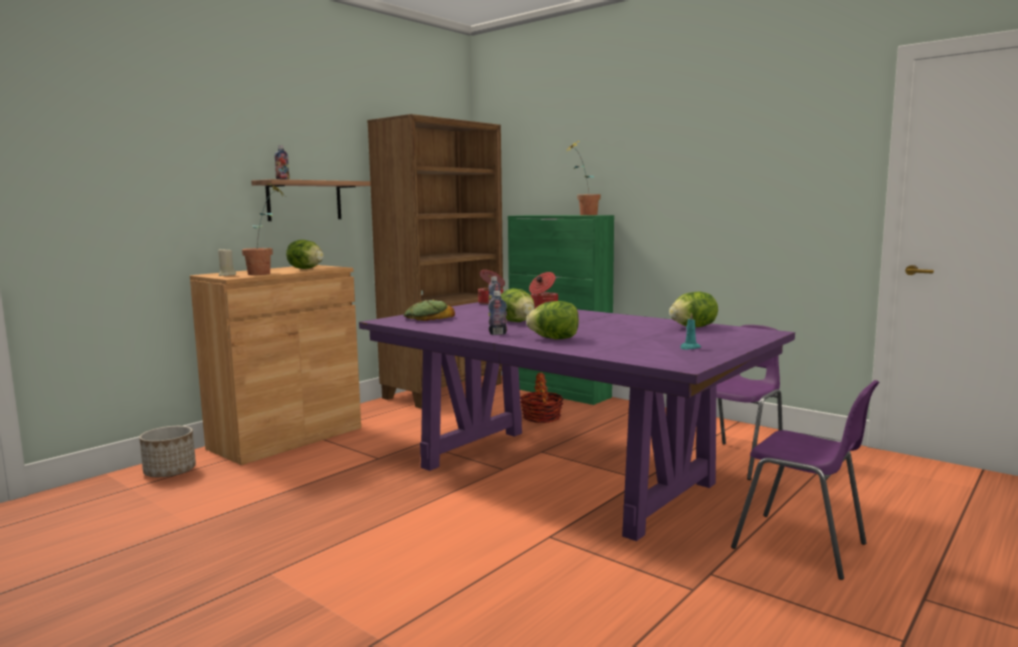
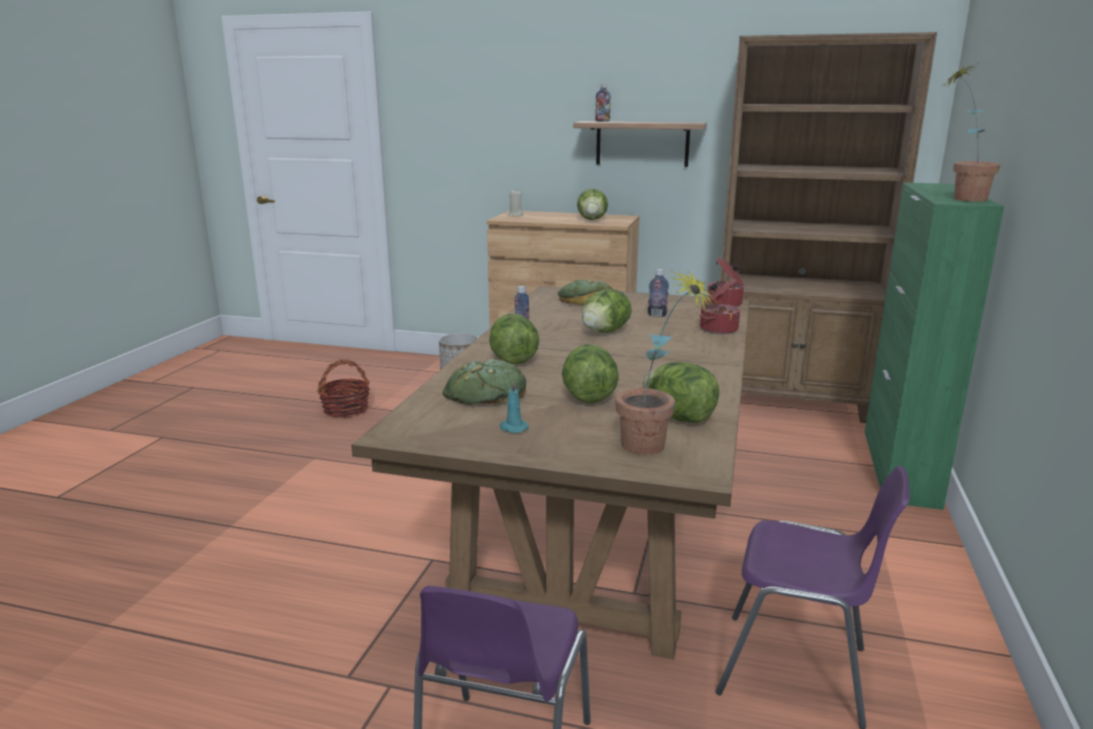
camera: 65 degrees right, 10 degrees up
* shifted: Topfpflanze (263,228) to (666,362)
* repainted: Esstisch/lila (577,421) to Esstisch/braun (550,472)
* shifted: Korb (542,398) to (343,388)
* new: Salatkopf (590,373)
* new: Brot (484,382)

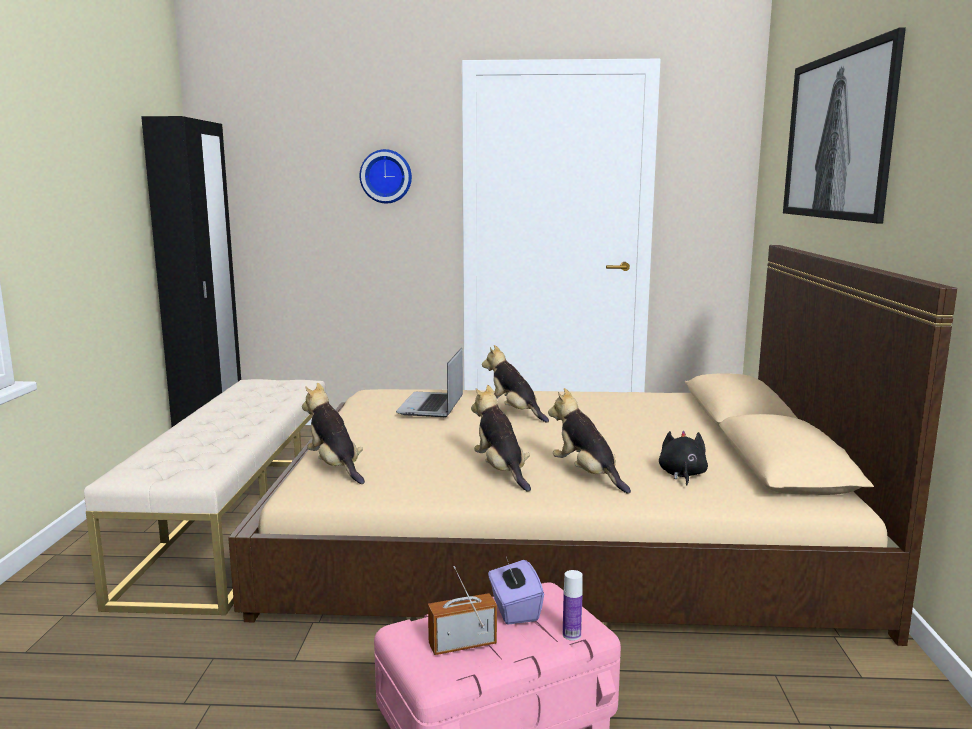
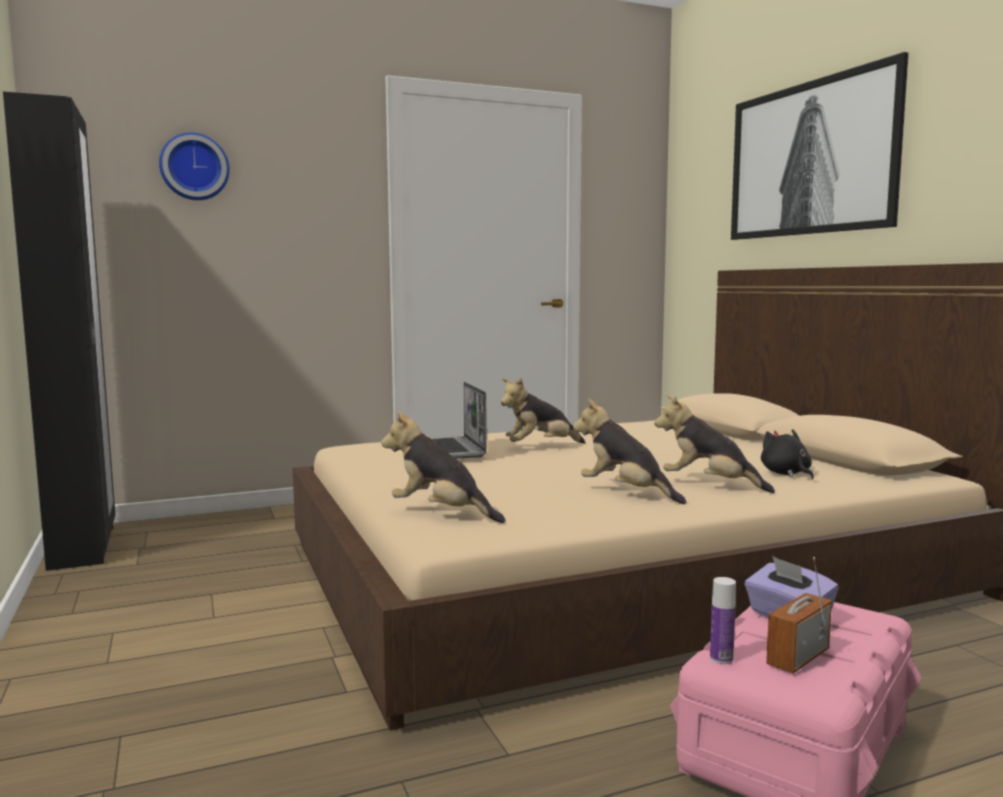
camera: 25 degrees left, 5 degrees down
* shifted: Wanduhr (386,176) to (194,166)
* rotated: Plüschtier (515,384) = (543,410) 45 degrees counterclockwise
* gone: Bank/beige (205,497)
* shifted: Flasche (573,605) to (723,620)

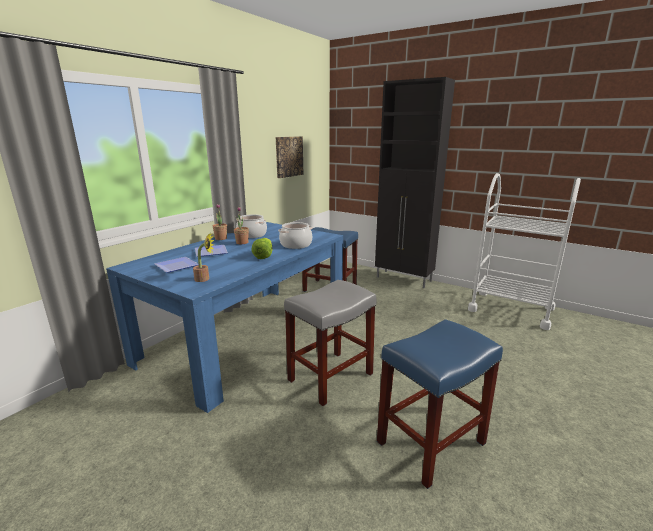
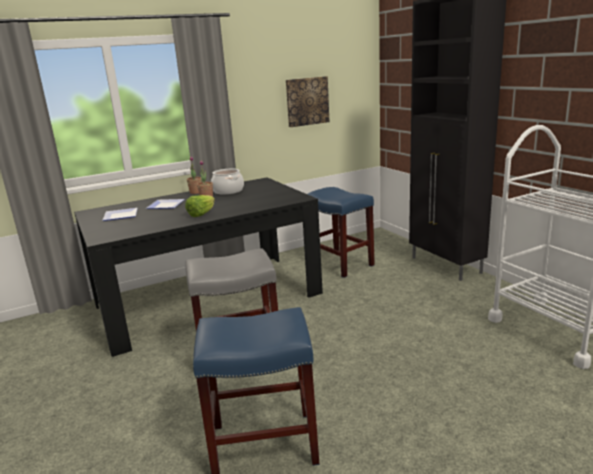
camera: 30 degrees right, 0 degrees up
* repainted: Esstisch/blau (224,317) to Esstisch/schwarz (198,267)
* gone: Kochtopf (295,235)
* gone: Topfpflanze (203,257)

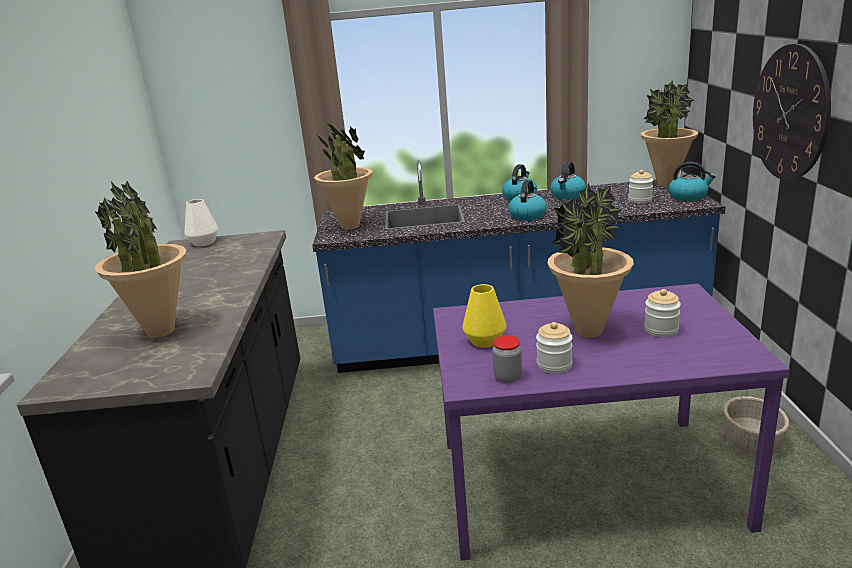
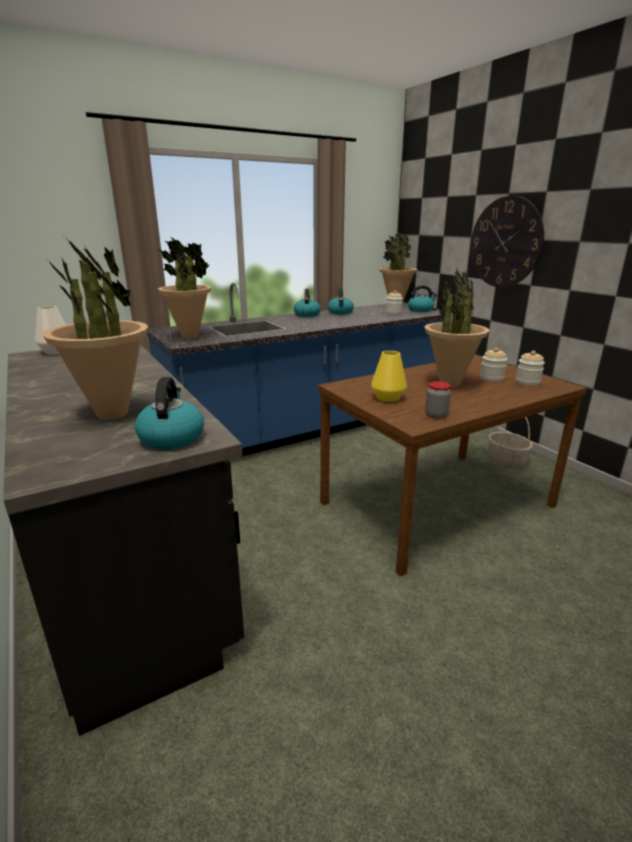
camera: 30 degrees left, 0 degrees up
* shifted: Wasserkessel (527,200) to (169,413)
* repainted: Esstisch/lila (611,422) to Esstisch/braun (452,466)
* shifted: Vorratsglas (554,348) to (530,368)

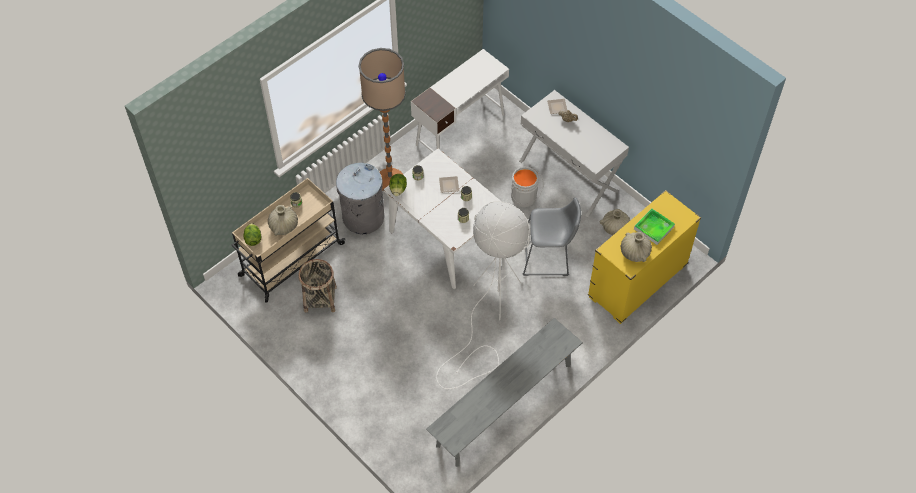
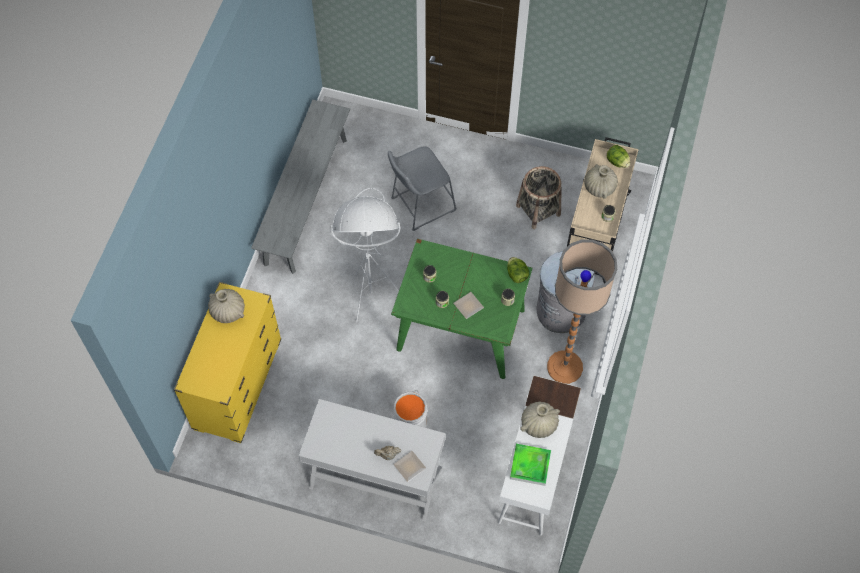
camera: 150 degrees right, 5 degrees up
* repainted: Esstisch/weiß (442,219) to Esstisch/grün (461,309)
* shifted: Hocker/grau (551,237) to (422,188)
* shifted: Tablett (654,226) to (530,465)
* shifted: Vase/beige (615,222) to (540,419)

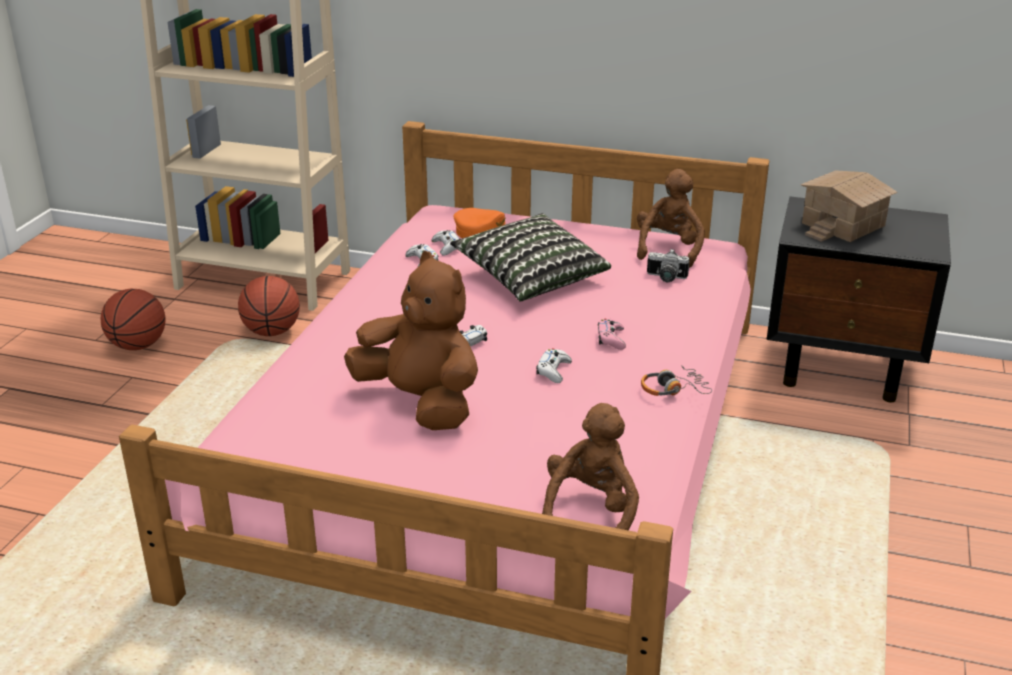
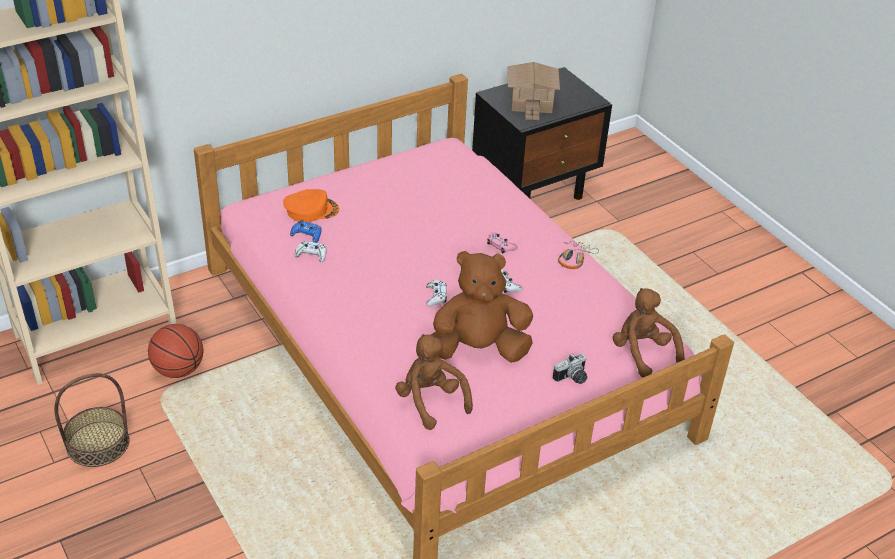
camera: 50 degrees left, 10 degrees up
* shifted: Plüschtier/braun (671,218) to (434,382)
* gone: Kissen (530,257)
* repainted: Gamepad/weiß (445,243) to Gamepad/blau (306,232)
* shifted: Kamera (668,265) to (570,368)
* swapped: Basketball (133,319) to Korb (92,420)

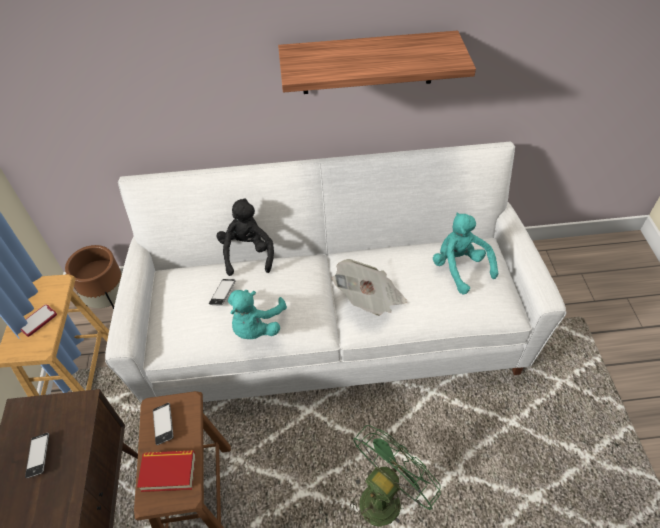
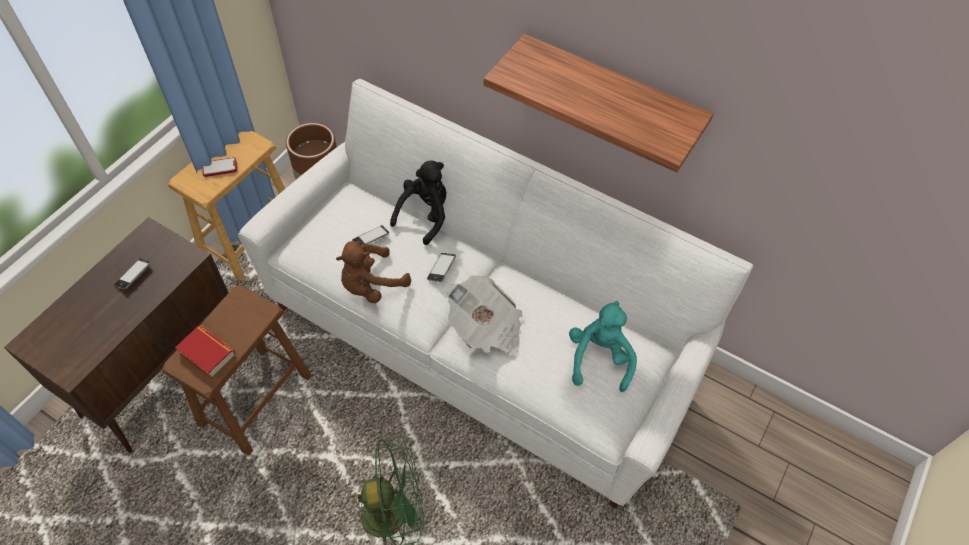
camera: 35 degrees right, 5 degrees up
* repainted: Plüschtier/türkis (257,314) to Plüschtier/braun (373,272)
* shifted: Handy (163,424) to (441,267)

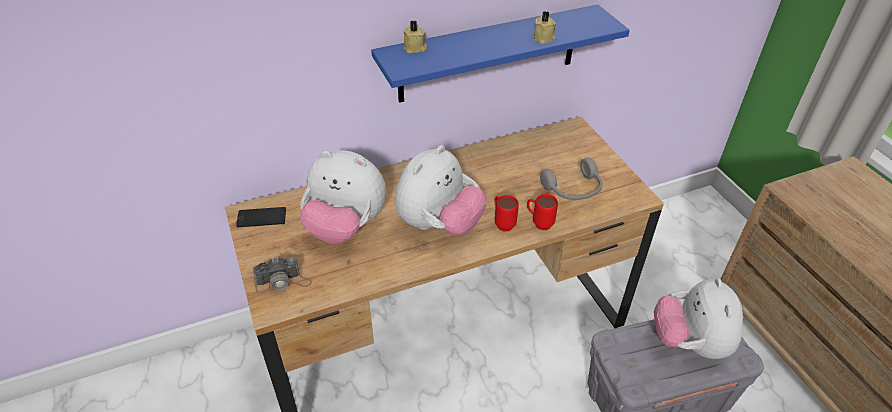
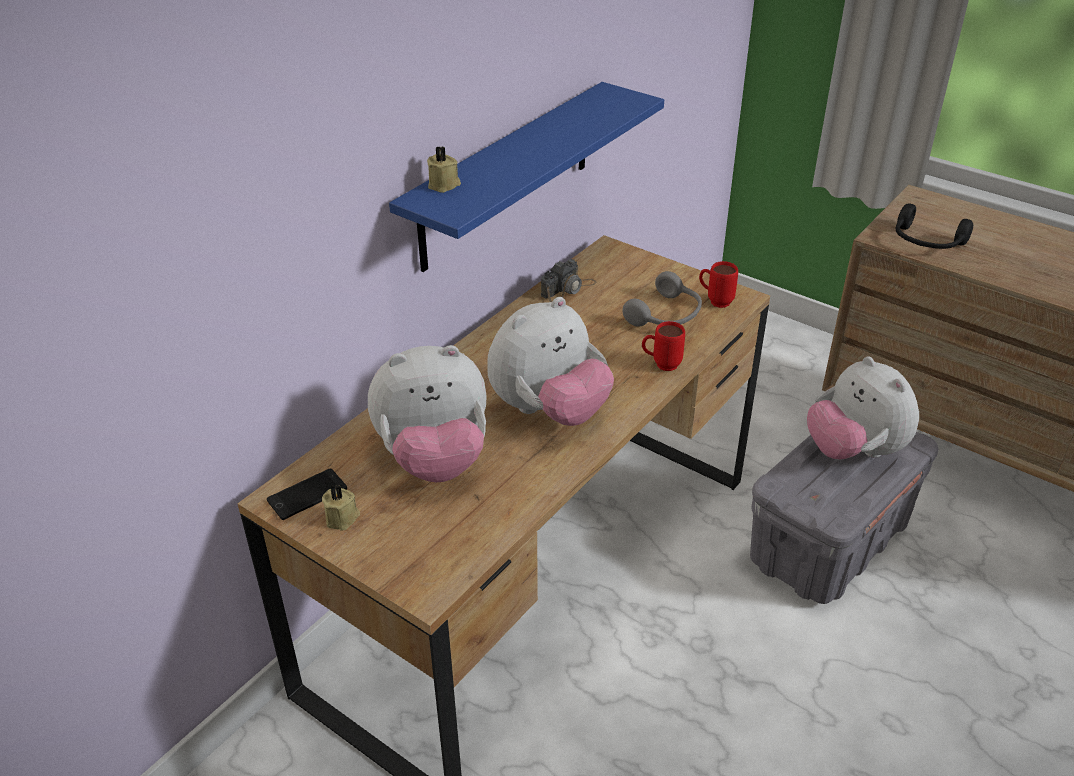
camera: 30 degrees left, 5 degrees down
* shifted: Kerze/beige (544,27) to (341,507)
* rotated: Plüschtier (441,190) = (550,361) 45 degrees clockwise
* shifted: Henkelbecher/rot (506,213) to (718,284)
* shifted: Kamera (282,275) to (568,280)
* new: Kopfhörer/schwarz (934,226)

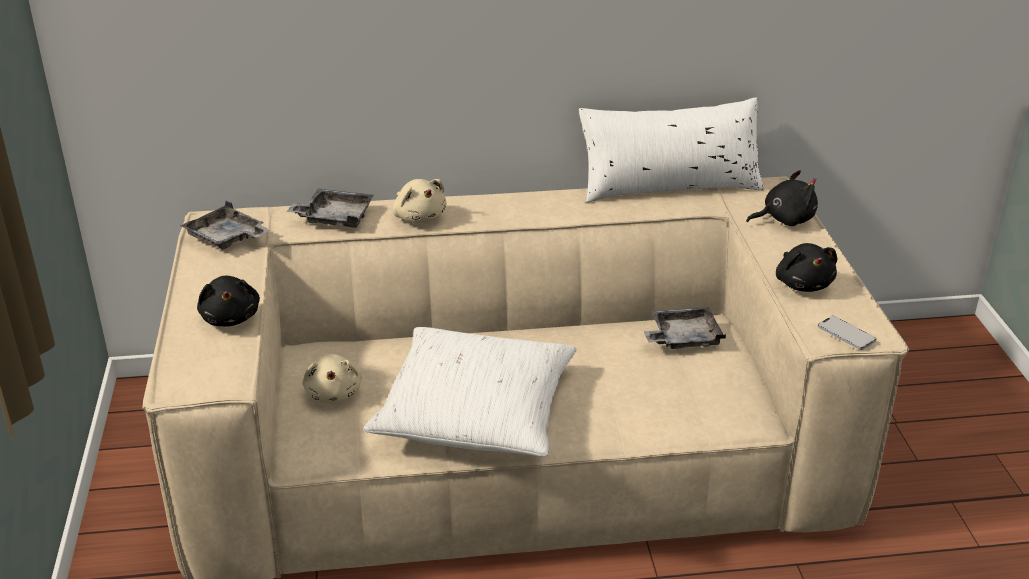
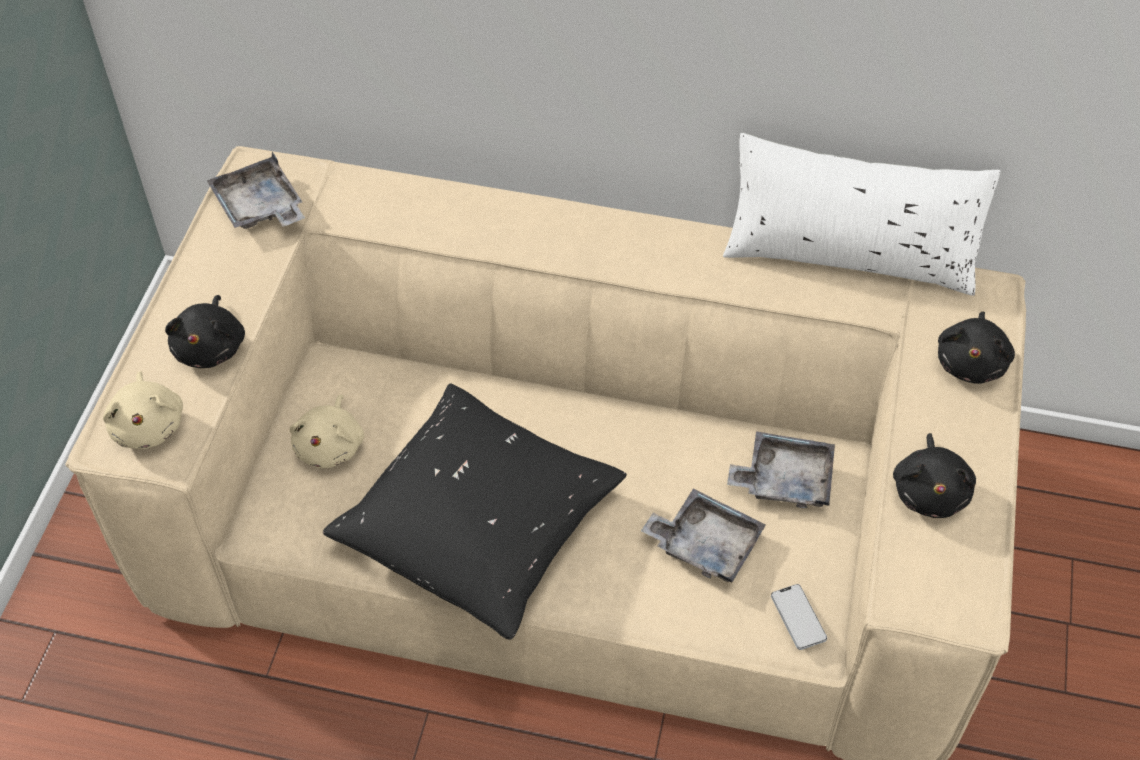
camera: 20 degrees right, 20 degrees up
* rotated: Plüschtier/schwarz (782,198) = (976,348) 105 degrees clockwise
* shifted: Plüschtier/beige (420,201) to (143,410)
* shifted: Tablett/grau (330,208) to (703,536)
* shifted: Handy (847,333) to (799,617)
* repainted: Kissen/weiß (470,392) to Kissen/schwarz (475,512)

